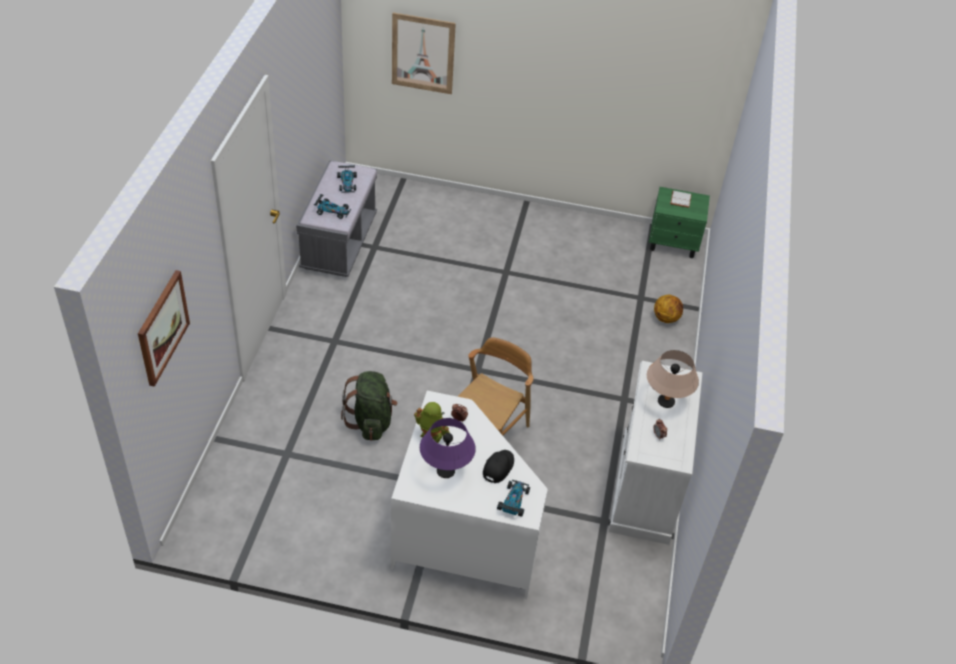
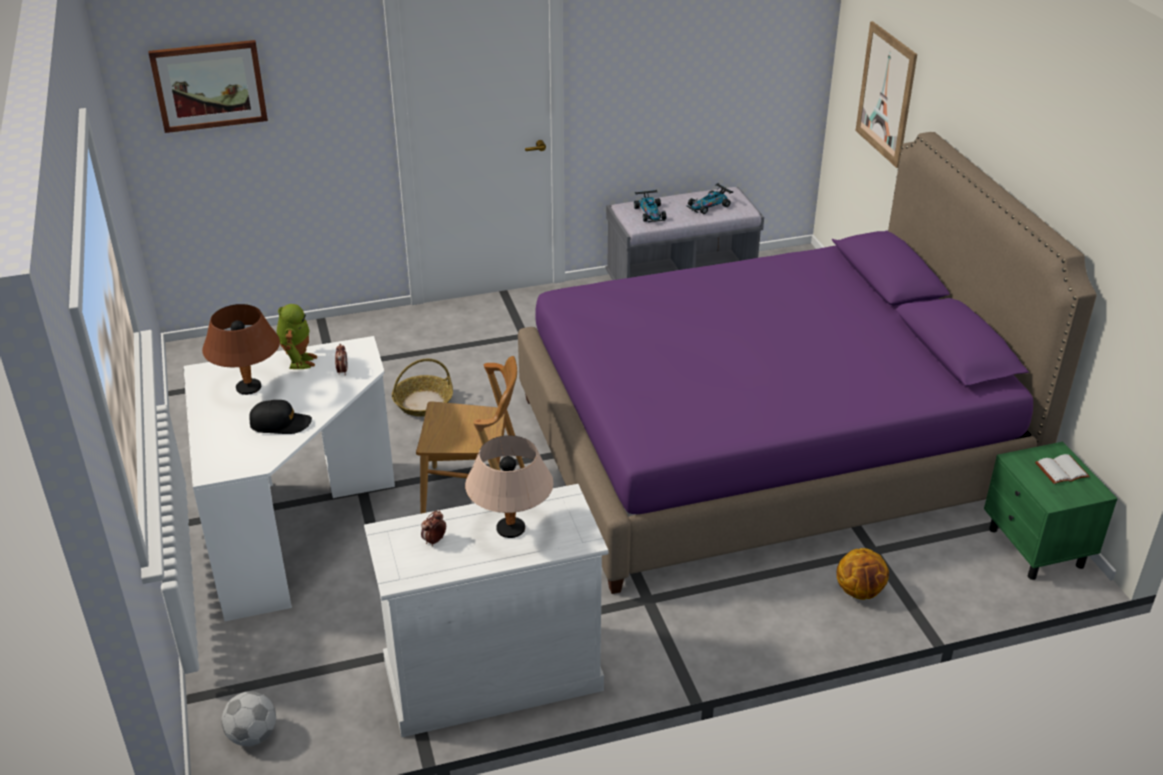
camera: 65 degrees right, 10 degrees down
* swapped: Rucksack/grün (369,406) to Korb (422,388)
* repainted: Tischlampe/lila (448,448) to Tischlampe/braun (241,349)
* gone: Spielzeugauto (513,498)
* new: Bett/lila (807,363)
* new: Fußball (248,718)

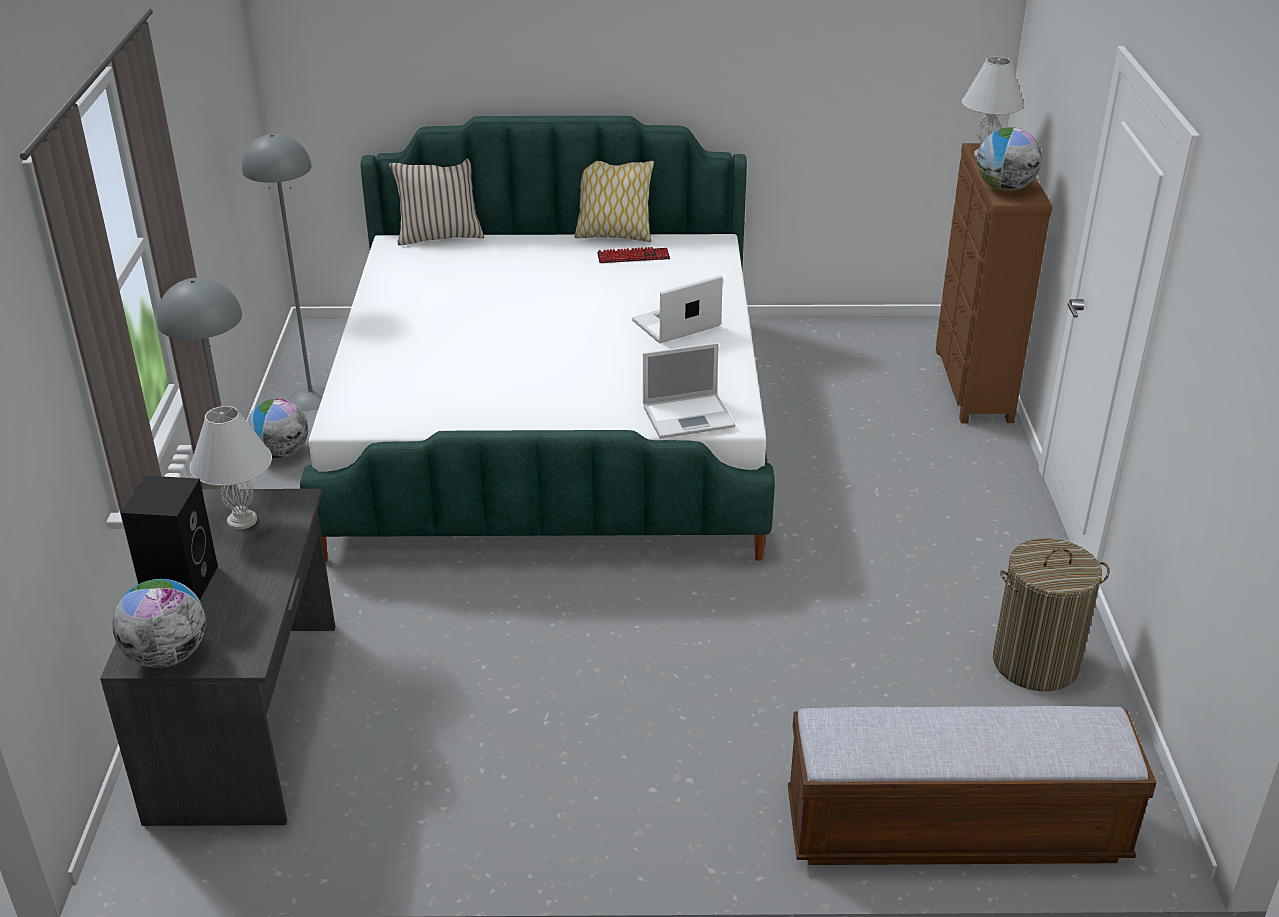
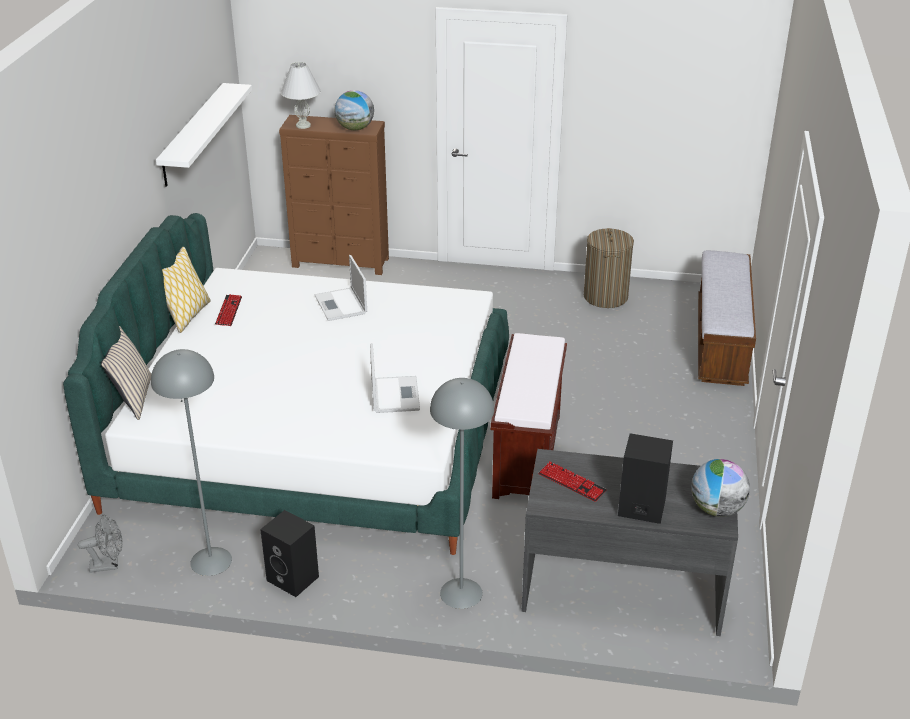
camera: 80 degrees left, 0 degrees up
* shifted: Laptop (689,391) to (395,378)
* swapped: Globus (277,428) to Lautsprecher/schwarz (289,553)
* swapped: Tischlampe/weiß (231,468) to Tastatur (572,481)
* new: Wandregal/weiß (204,135)
* new: Bank/braun (529,416)
* new: Ventilator/grau (100,544)

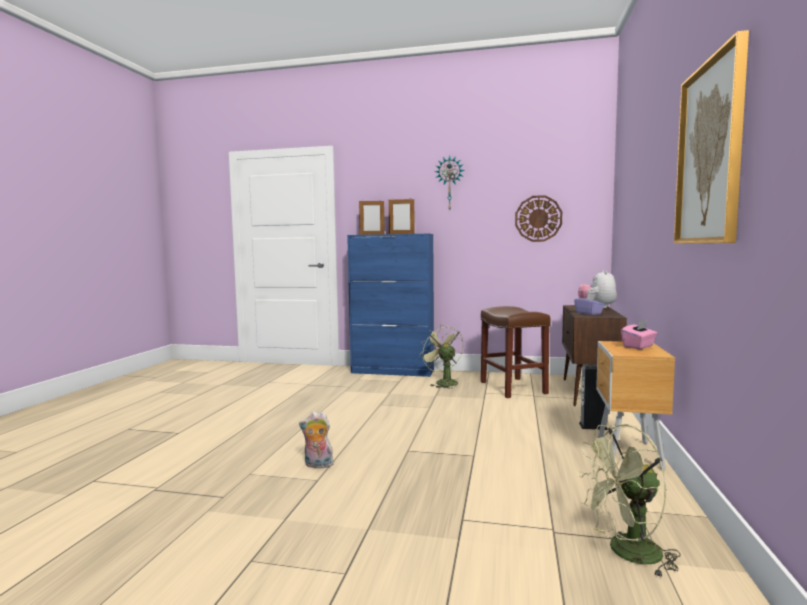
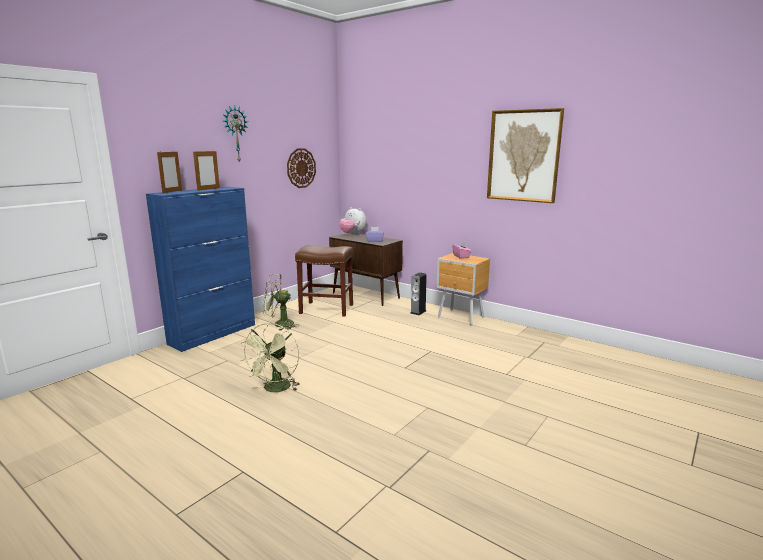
camera: 65 degrees left, 10 degrees up
* gone: Plüschtier (316,439)
* shifted: Ventilator/grün (629,501) to (269,357)

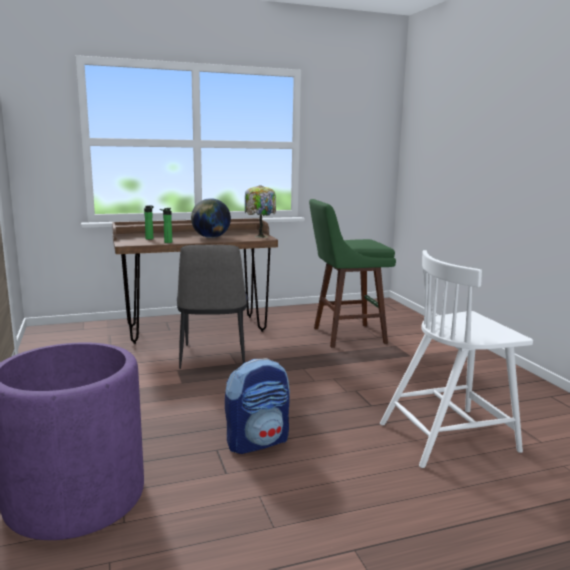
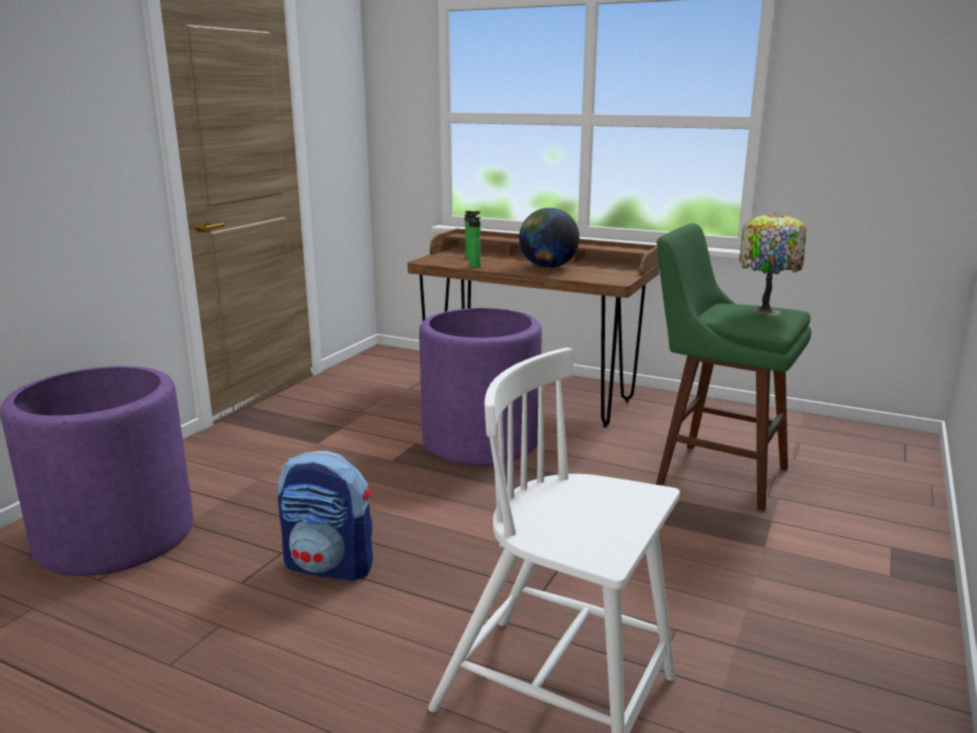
camera: 45 degrees right, 5 degrees up
* shifted: Tischlampe (260,211) to (772,264)
* swapped: Stuhl (212,307) to Pflanzkübel/lila (480,386)

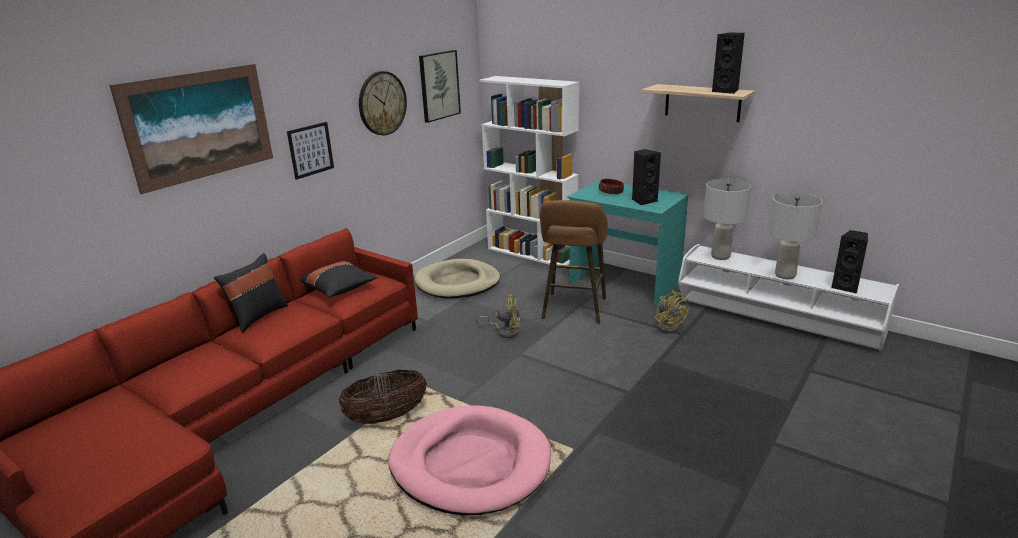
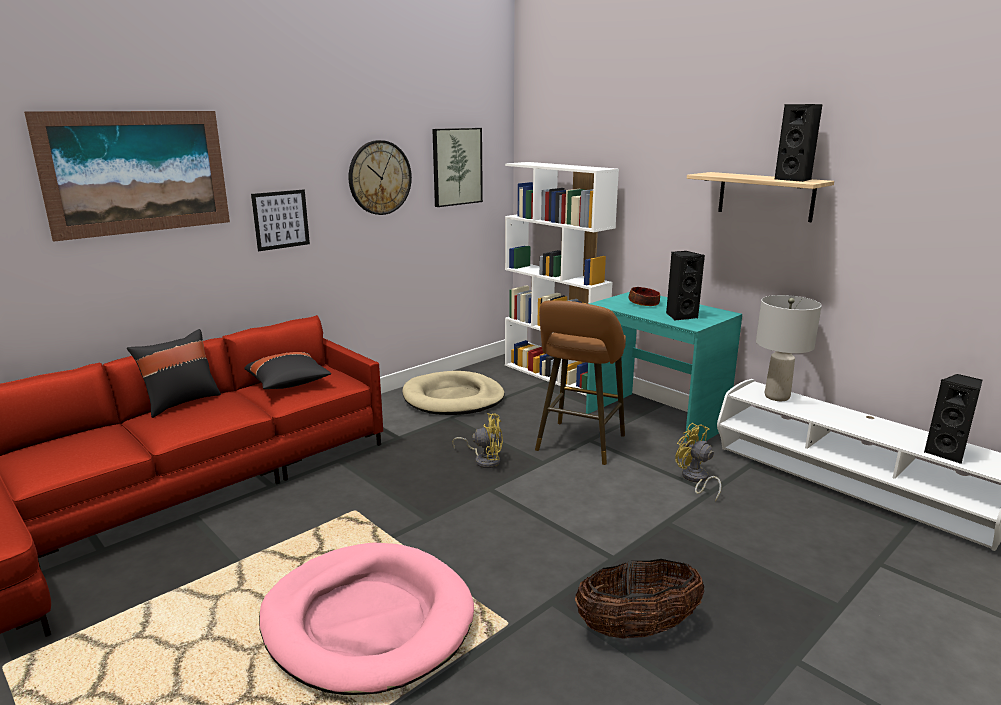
camera: 10 degrees right, 5 degrees down
* gone: Tischlampe/grau (795,235)
* rotated: Ventilator/gelb (672,311) = (698,462) 150 degrees clockwise
* shifted: Korb (382,397) to (639,599)

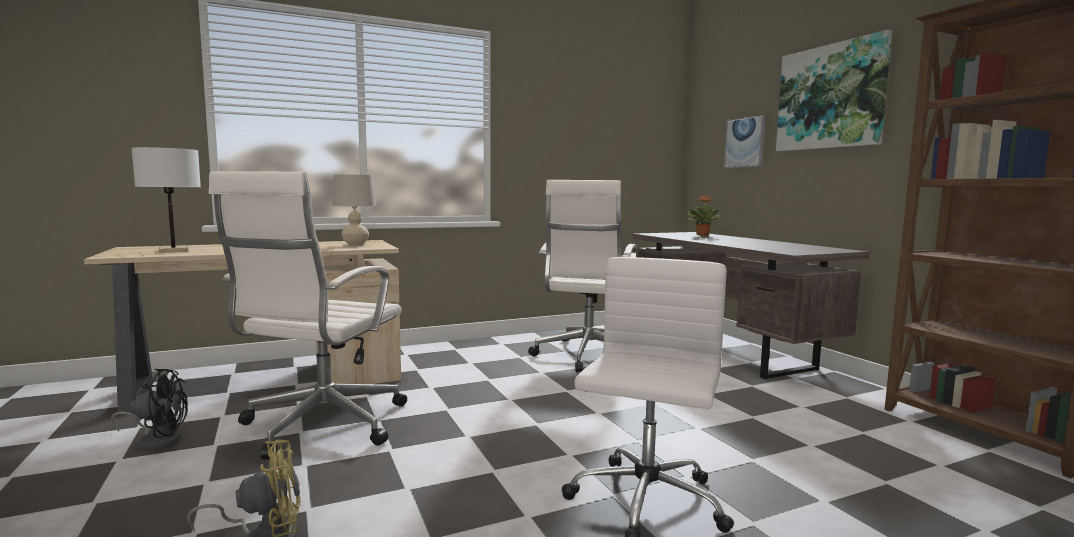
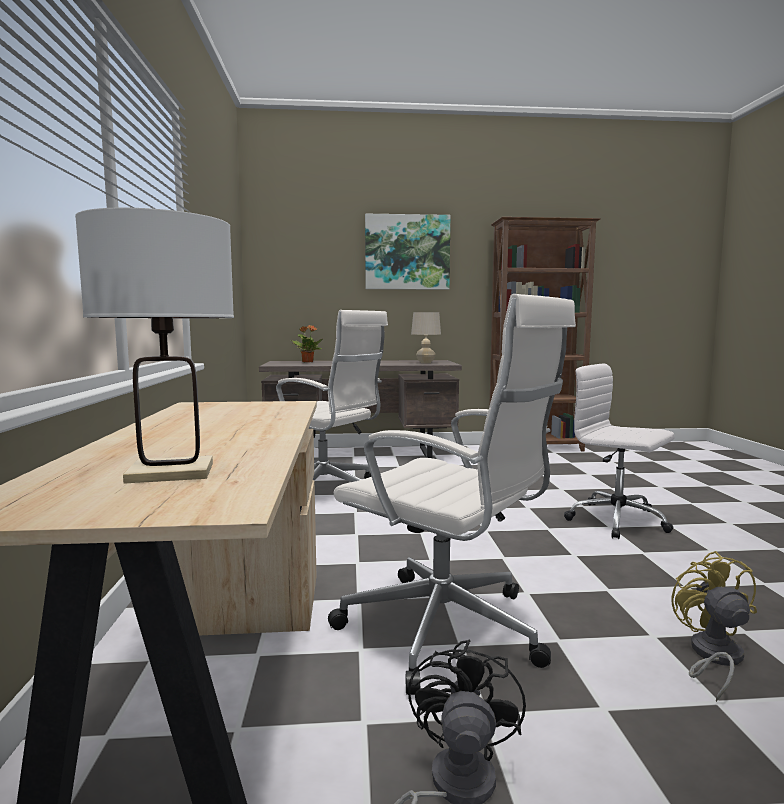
camera: 70 degrees left, 0 degrees up
* gone: Bild (745,141)
* shifted: Tischlampe/beige (354,210) to (426,337)

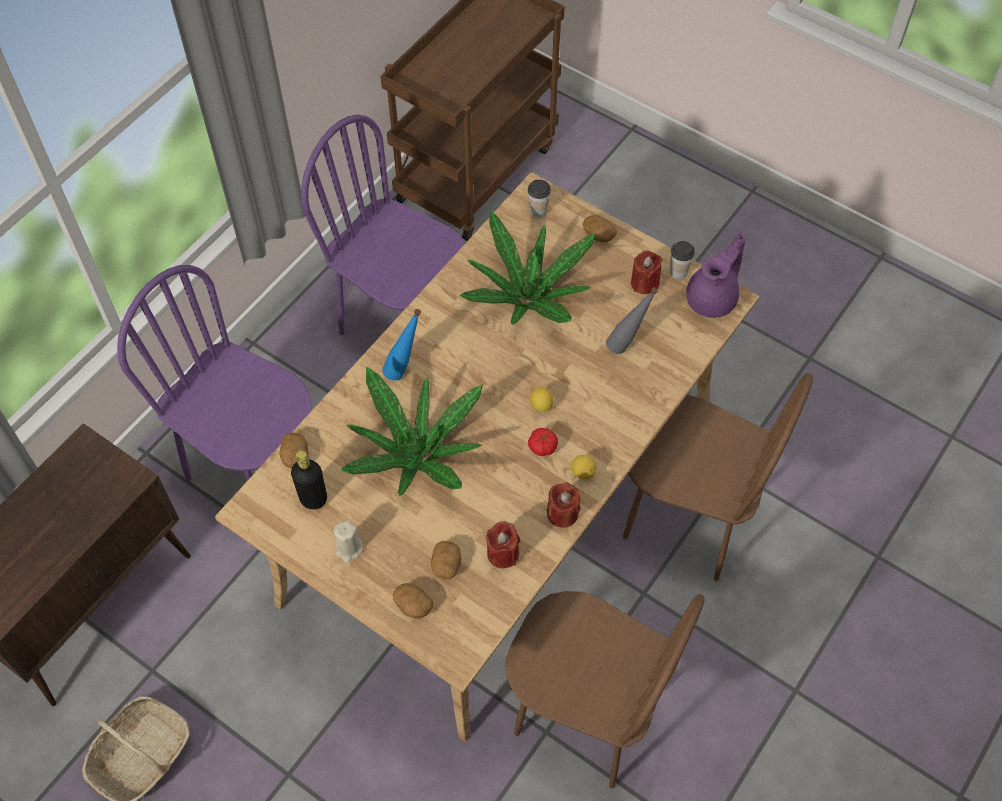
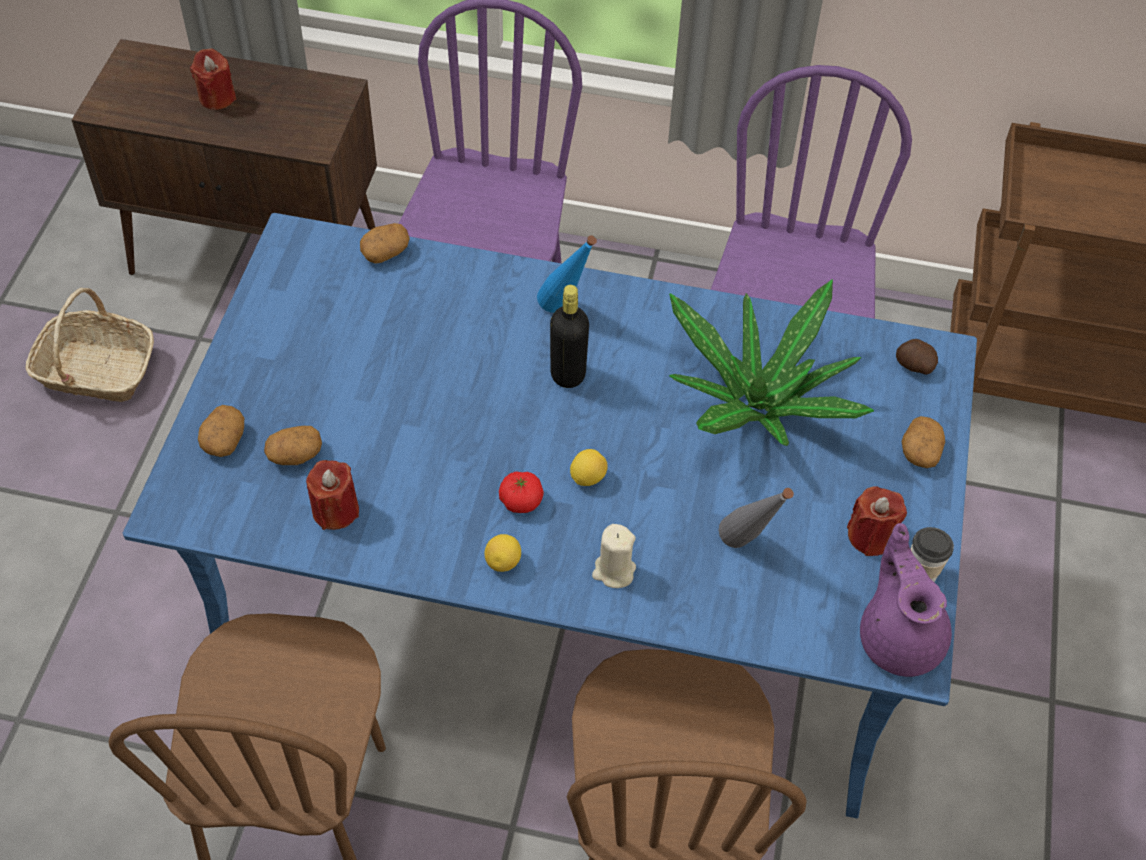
camera: 65 degrees right, 5 degrees down
* repainted: Esstisch/beige (487,457) to Esstisch/blau (550,516)
* swapped: Tasse (539,198) to Kartoffel (917,357)
* rotated: Teekanne/lila (716,275) = (906,600) 120 degrees counterclockwise
* gone: Topfpflanze (412,431)
* shifted: Flasche/schwarz (309,479) to (569,336)
* shifted: Kerze/rot (564,505) to (213,79)
* shifted: Kerze/beige (349,541) to (614,556)

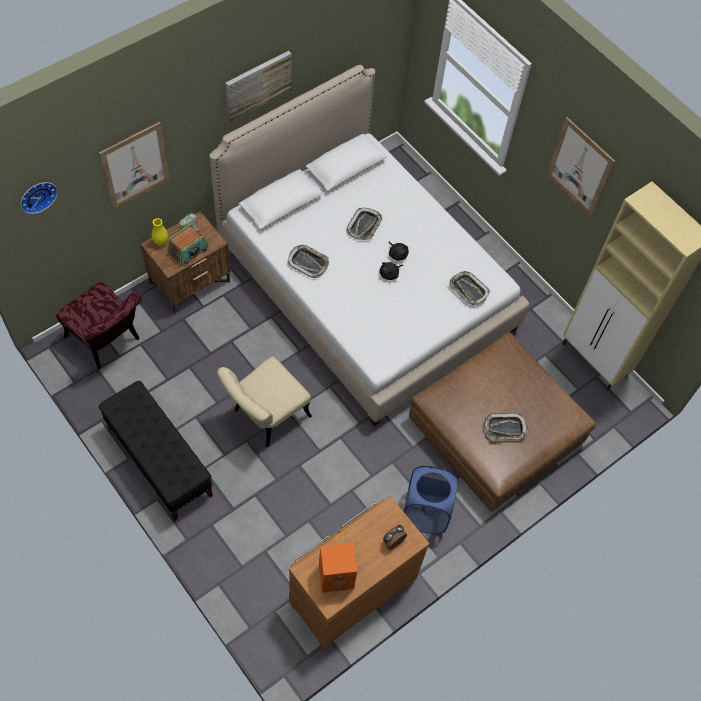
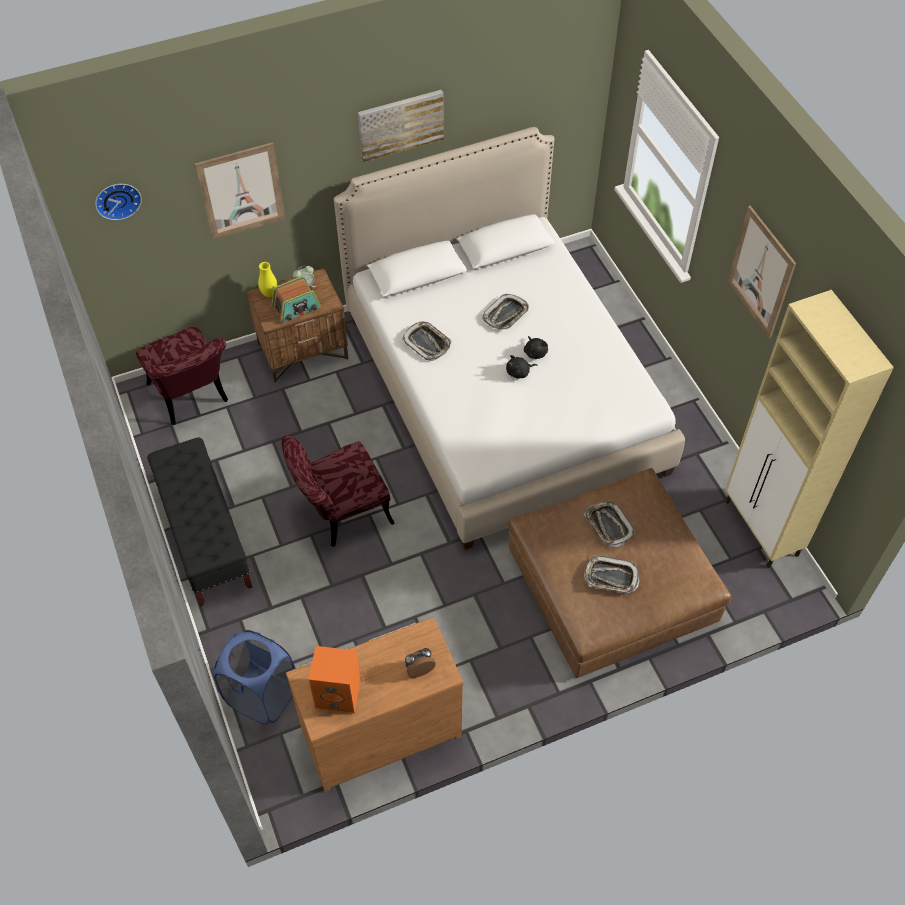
camera: 20 degrees right, 5 degrees down
* shifted: Tablett (469,288) to (609,524)
* repainted: Stuhl/beige (264,401) to Stuhl/rot (338,491)
* shifted: Wäschekorb/blau (431,500) to (254,677)

